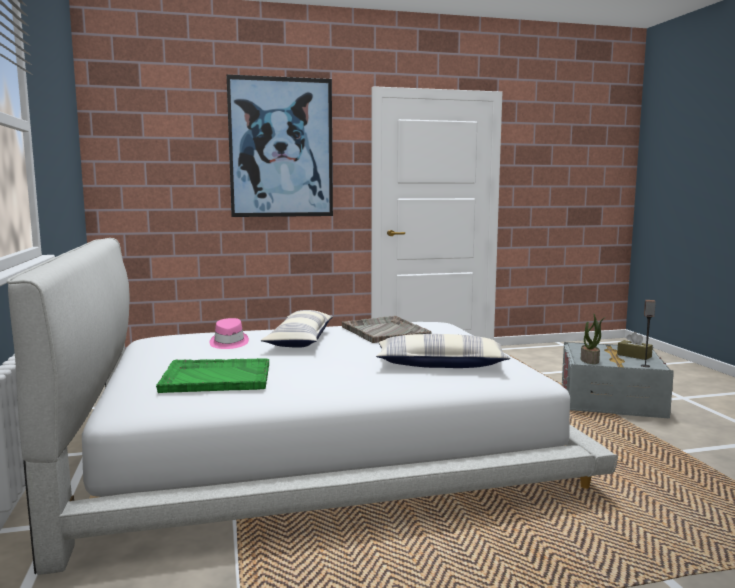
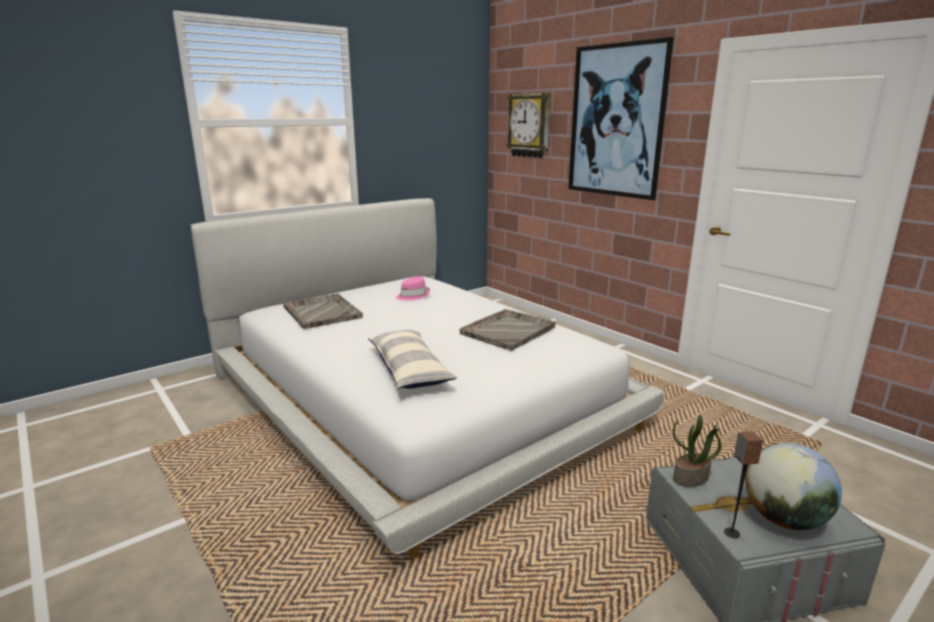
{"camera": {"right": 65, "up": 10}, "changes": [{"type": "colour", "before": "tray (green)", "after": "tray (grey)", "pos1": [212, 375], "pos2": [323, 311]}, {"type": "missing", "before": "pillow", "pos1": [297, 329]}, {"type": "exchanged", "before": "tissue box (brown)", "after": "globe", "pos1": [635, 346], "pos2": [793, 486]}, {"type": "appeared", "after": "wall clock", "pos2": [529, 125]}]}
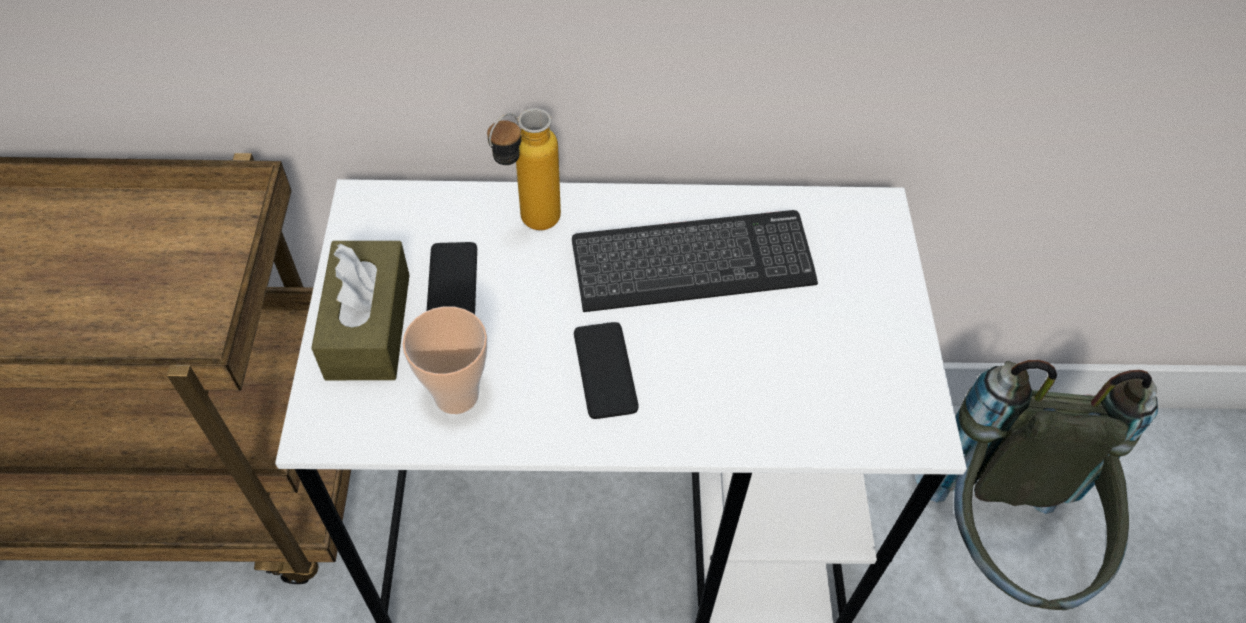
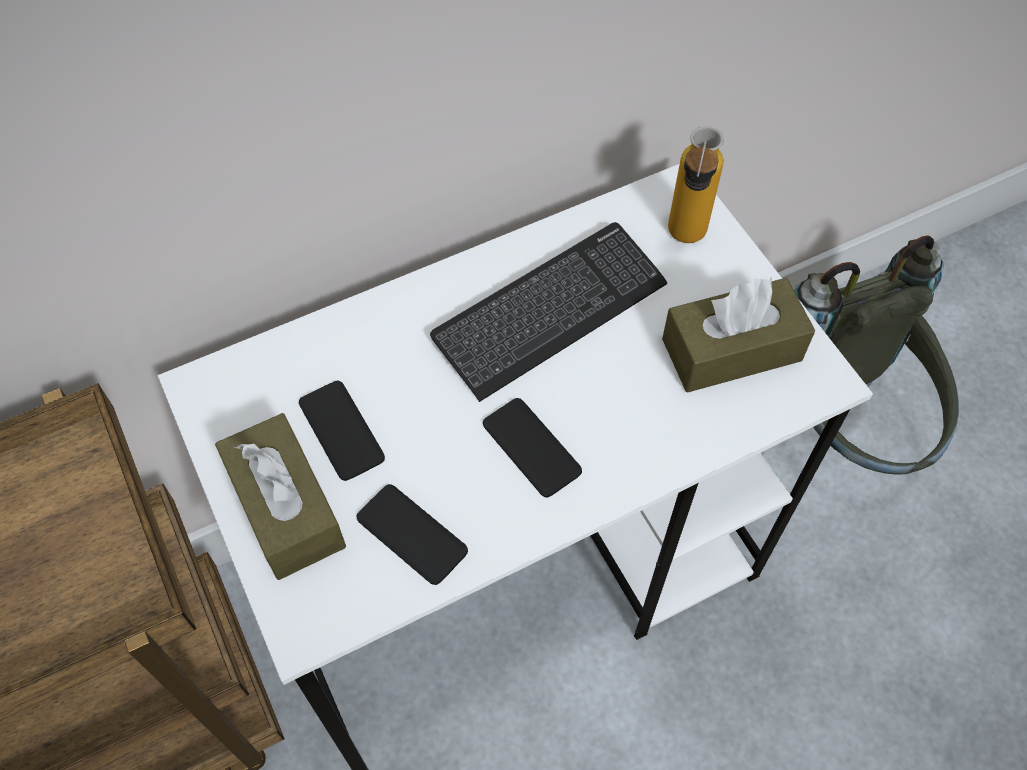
{"camera": {"right": -25, "up": 5}, "changes": [{"type": "exchanged", "before": "cup", "after": "phone", "pos1": [444, 360], "pos2": [412, 534]}, {"type": "relocated", "before": "bottle", "pos1": [524, 169], "pos2": [696, 184]}, {"type": "appeared", "after": "tissue box (brown)", "pos2": [738, 334]}]}
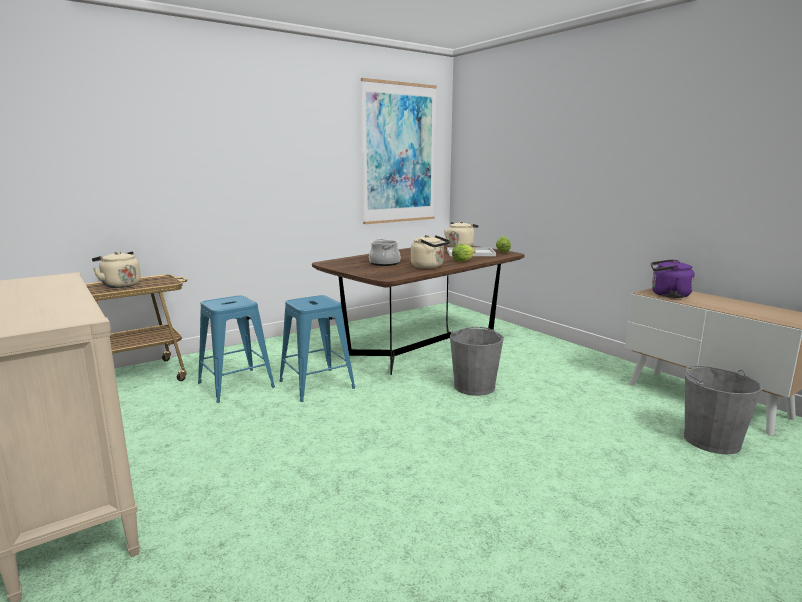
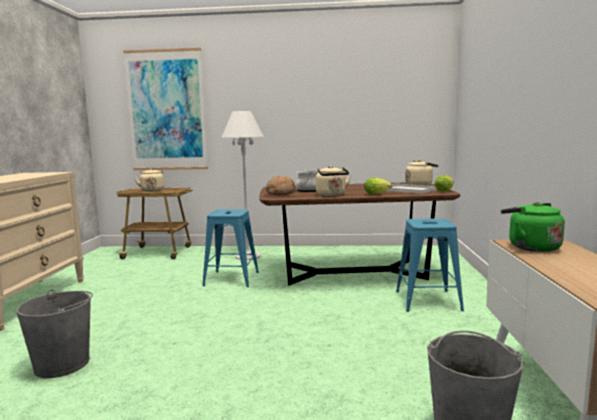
{"camera": {"right": 40, "up": -5}, "changes": [{"type": "relocated", "before": "stool (blue)", "pos1": [236, 349], "pos2": [430, 265]}, {"type": "relocated", "before": "picture", "pos1": [399, 151], "pos2": [165, 109]}, {"type": "relocated", "before": "bucket (grey)", "pos1": [477, 361], "pos2": [54, 334]}, {"type": "colour", "before": "kettle (purple)", "after": "kettle (green)", "pos1": [673, 278], "pos2": [533, 227]}, {"type": "appeared", "after": "floor lamp (white)", "pos2": [242, 185]}, {"type": "appeared", "after": "bread", "pos2": [280, 185]}]}
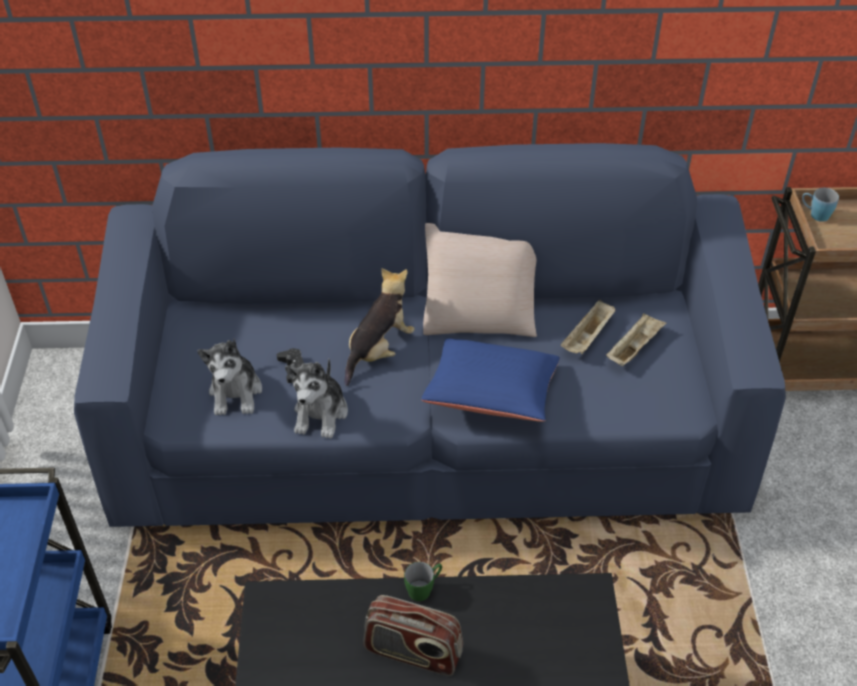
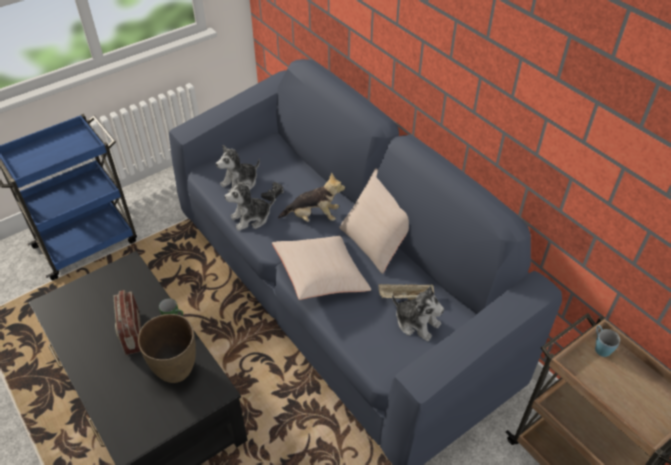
{"camera": {"right": 55, "up": 0}, "changes": [{"type": "colour", "before": "pillow (blue)", "after": "pillow (beige)", "pos1": [490, 380], "pos2": [321, 268]}, {"type": "exchanged", "before": "tray (beige)", "after": "plush toy", "pos1": [636, 339], "pos2": [418, 313]}, {"type": "appeared", "after": "vase (brown)", "pos2": [167, 348]}]}
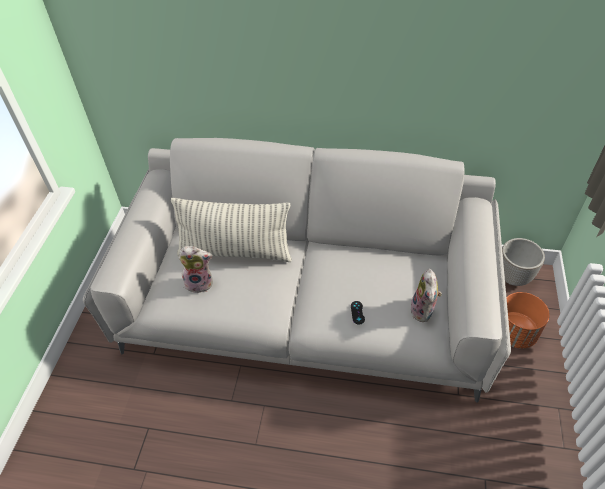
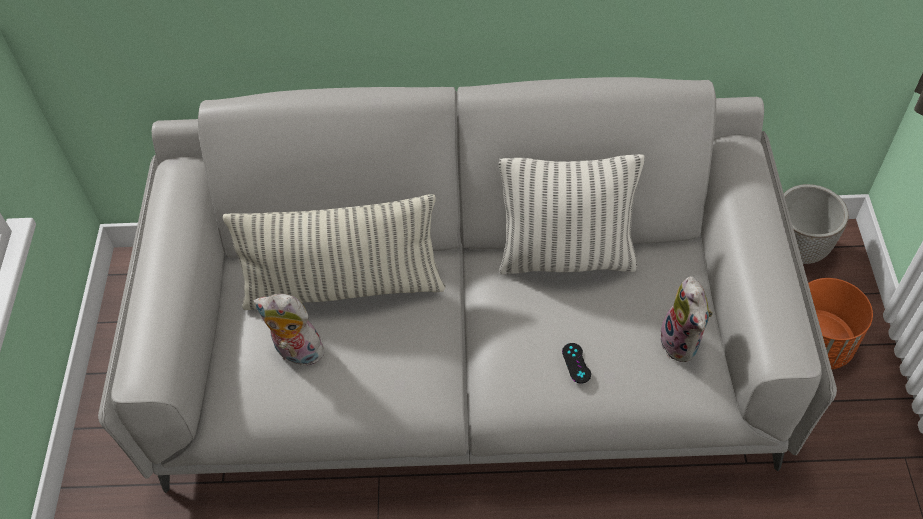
{"camera": {"right": -10, "up": 5}, "changes": [{"type": "spun", "before": "plush toy", "pos1": [195, 269], "pos2": [291, 330], "turn": -150}, {"type": "appeared", "after": "pillow", "pos2": [572, 214]}]}
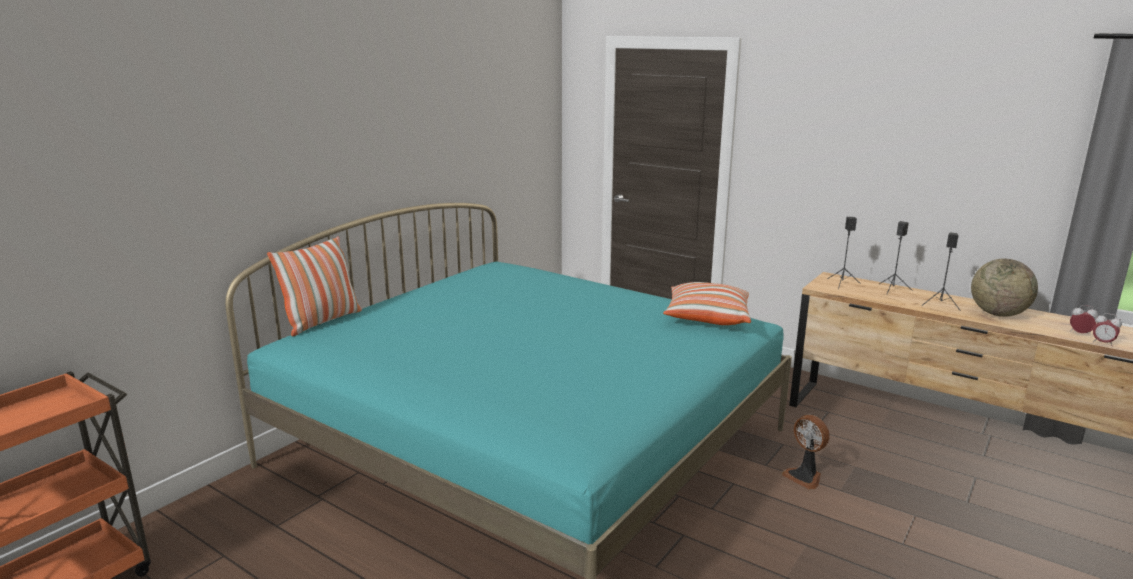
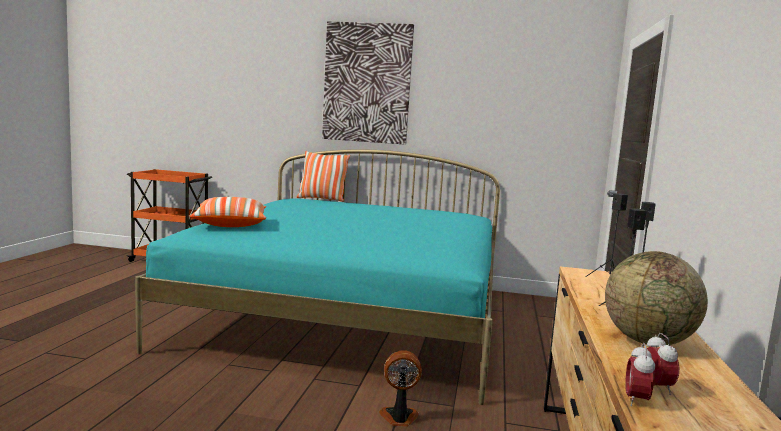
{"camera": {"right": 65, "up": -10}, "changes": [{"type": "relocated", "before": "pillow", "pos1": [707, 303], "pos2": [228, 212]}, {"type": "spun", "before": "fan", "pos1": [806, 452], "pos2": [400, 388], "turn": 60}, {"type": "appeared", "after": "picture", "pos2": [368, 83]}]}
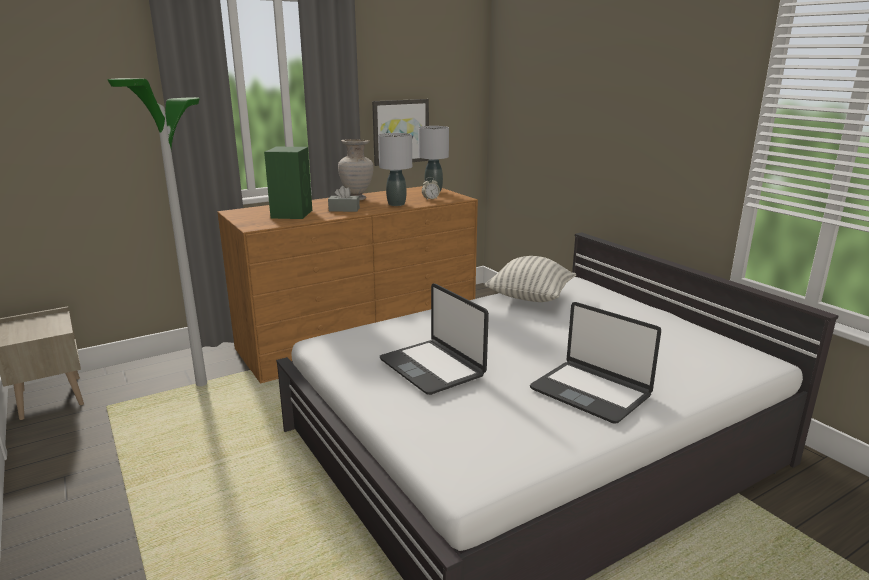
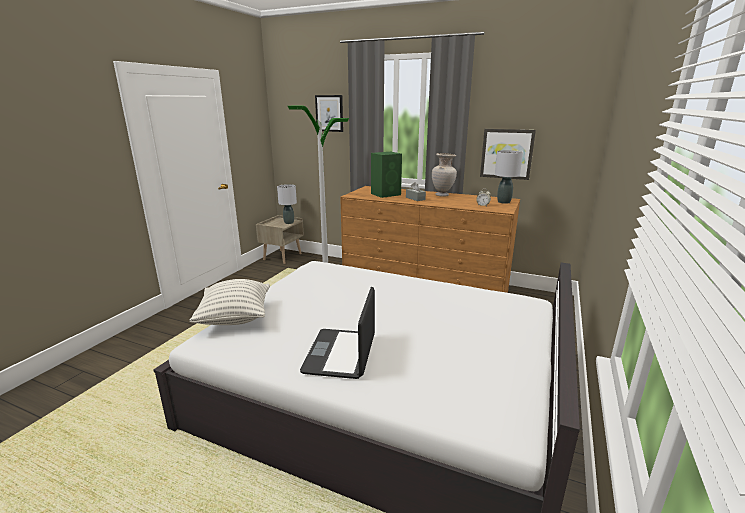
{"camera": {"right": 55, "up": 0}, "changes": [{"type": "relocated", "before": "table lamp (grey)", "pos1": [395, 169], "pos2": [287, 204]}, {"type": "missing", "before": "laptop", "pos1": [434, 339]}, {"type": "relocated", "before": "pillow", "pos1": [530, 279], "pos2": [229, 302]}, {"type": "appeared", "after": "picture", "pos2": [329, 113]}]}
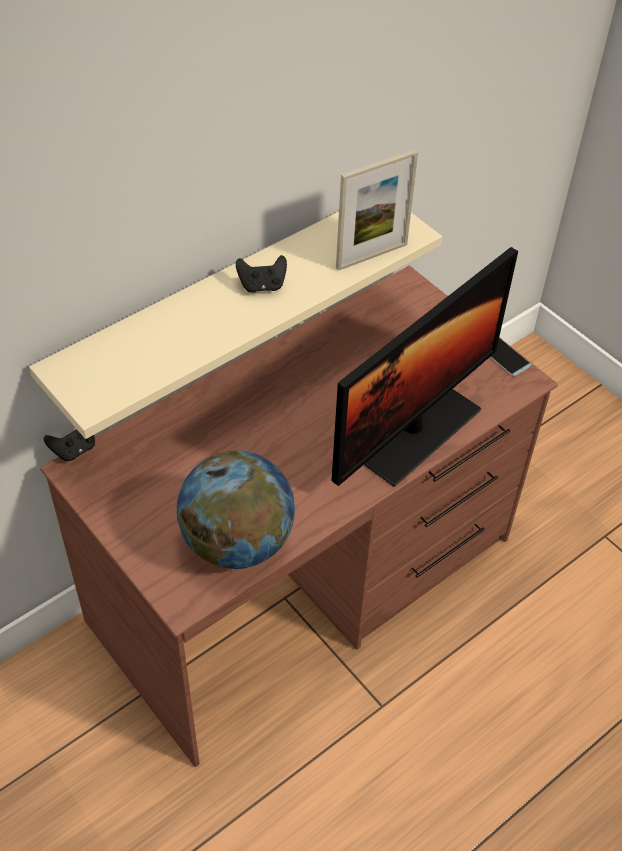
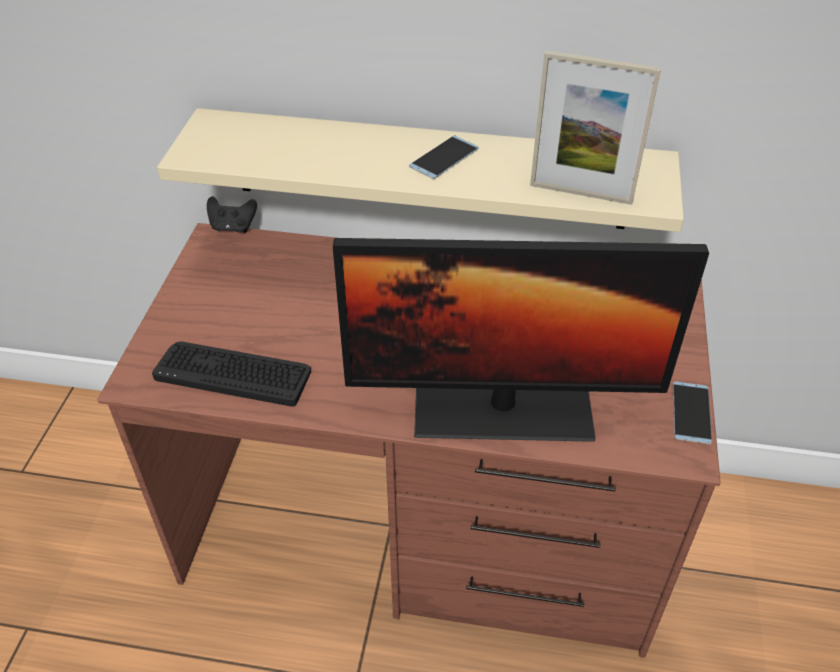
{"camera": {"right": 50, "up": -5}, "changes": [{"type": "exchanged", "before": "globe", "after": "keyboard", "pos1": [236, 509], "pos2": [231, 374]}, {"type": "exchanged", "before": "game controller (black)", "after": "phone", "pos1": [261, 274], "pos2": [444, 157]}]}
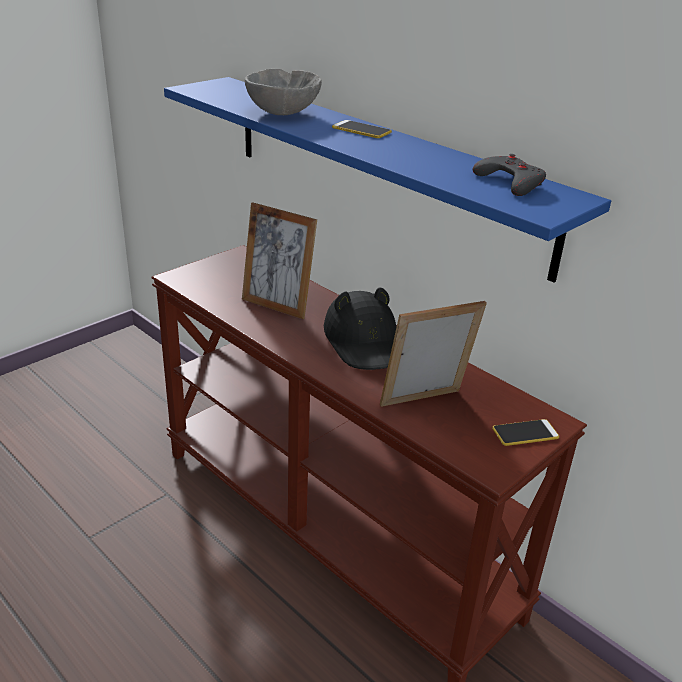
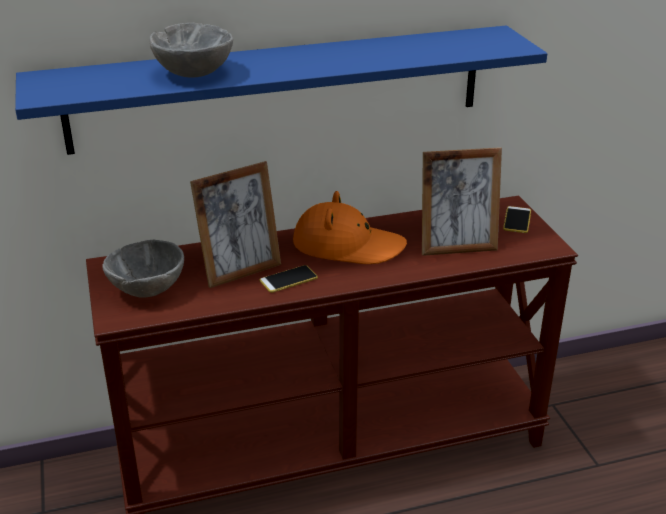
{"camera": {"right": -60, "up": 0}, "changes": [{"type": "colour", "before": "hat (black)", "after": "hat (orange)", "pos1": [360, 329], "pos2": [350, 227]}, {"type": "relocated", "before": "phone", "pos1": [362, 129], "pos2": [289, 279]}, {"type": "spun", "before": "picture frame", "pos1": [433, 354], "pos2": [462, 201], "turn": -105}, {"type": "missing", "before": "game controller (grey)", "pos1": [509, 175]}, {"type": "appeared", "after": "bowl (grey)", "pos2": [143, 268]}]}
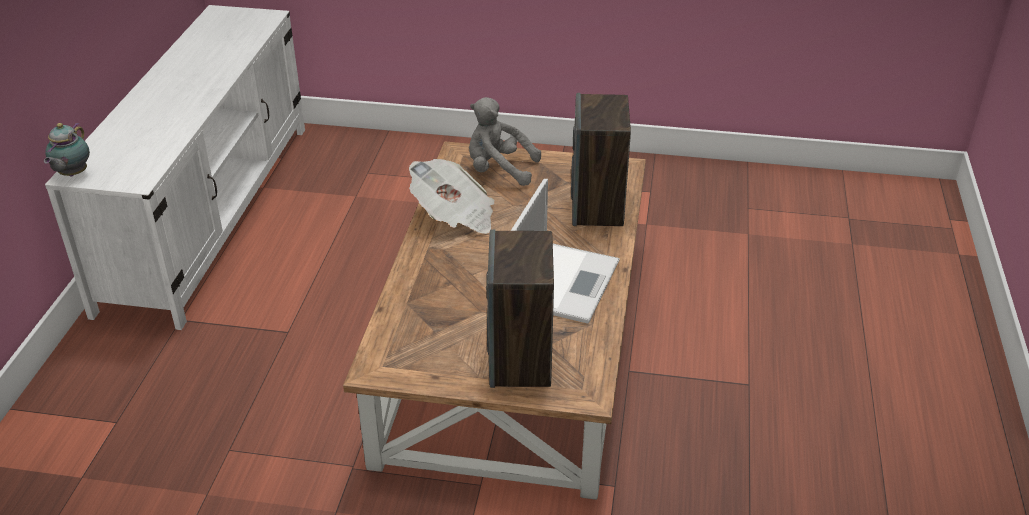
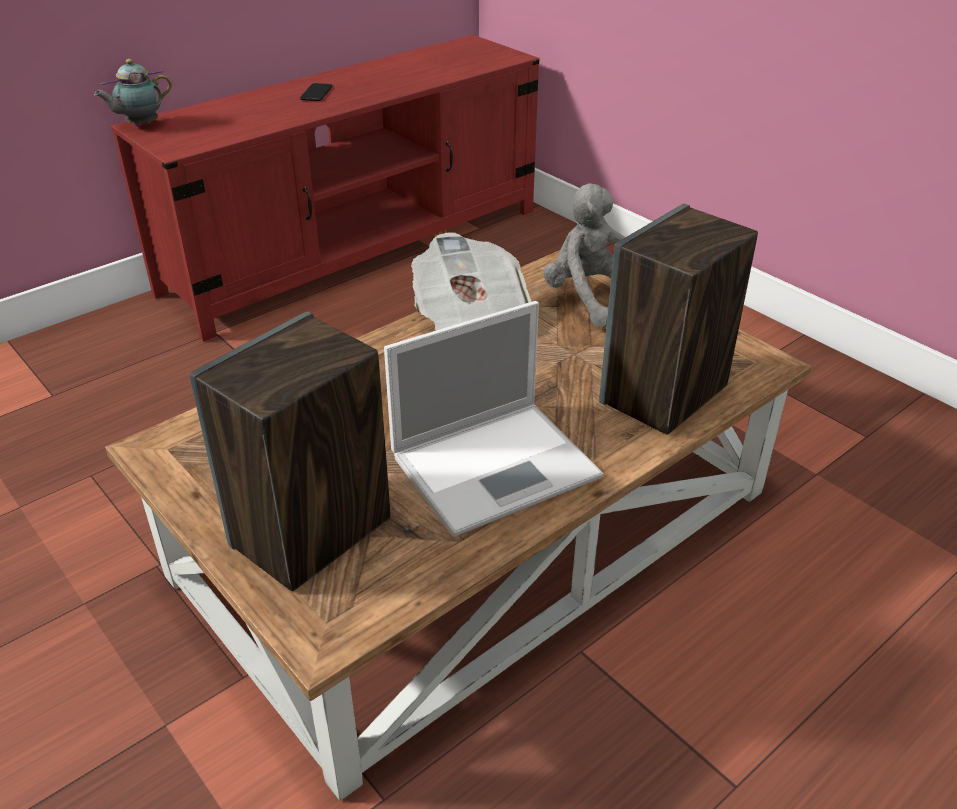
{"camera": {"right": 40, "up": 0}, "changes": [{"type": "colour", "before": "tv stand (white)", "after": "tv stand (red)", "pos1": [175, 167], "pos2": [325, 188]}, {"type": "appeared", "after": "phone", "pos2": [316, 92]}]}
